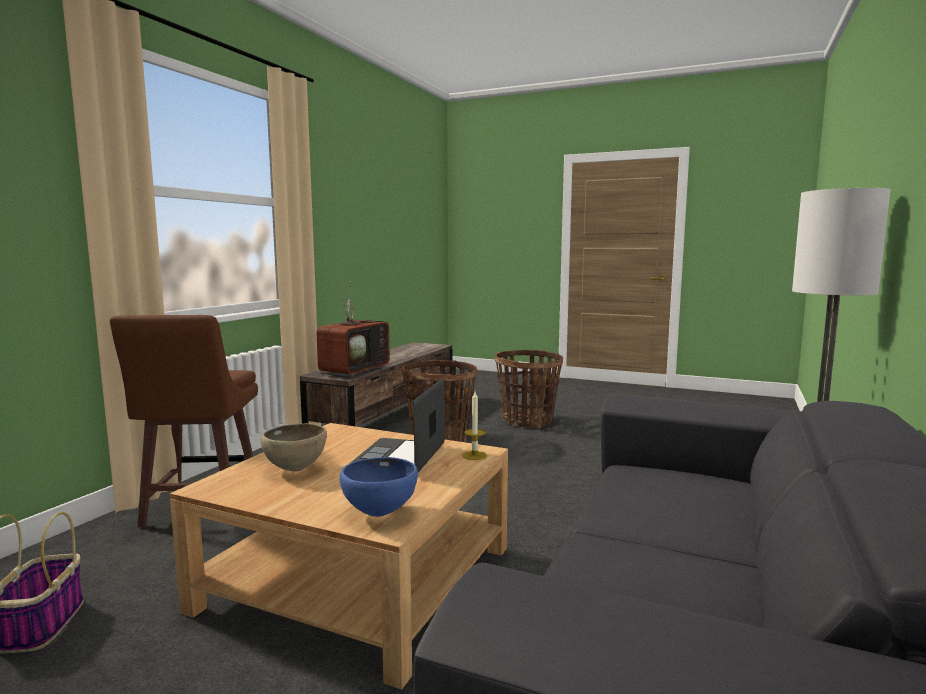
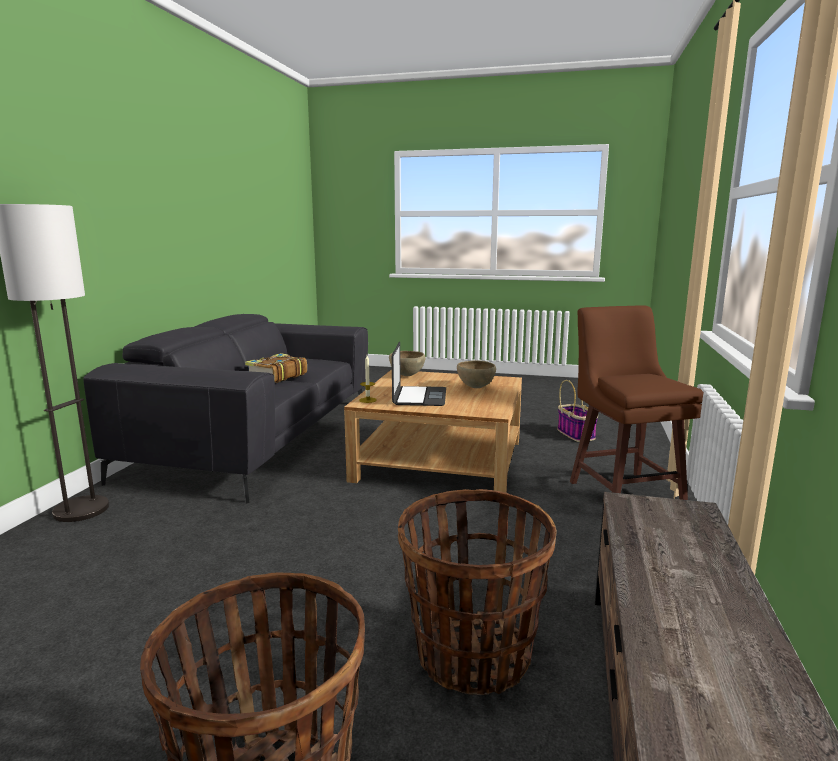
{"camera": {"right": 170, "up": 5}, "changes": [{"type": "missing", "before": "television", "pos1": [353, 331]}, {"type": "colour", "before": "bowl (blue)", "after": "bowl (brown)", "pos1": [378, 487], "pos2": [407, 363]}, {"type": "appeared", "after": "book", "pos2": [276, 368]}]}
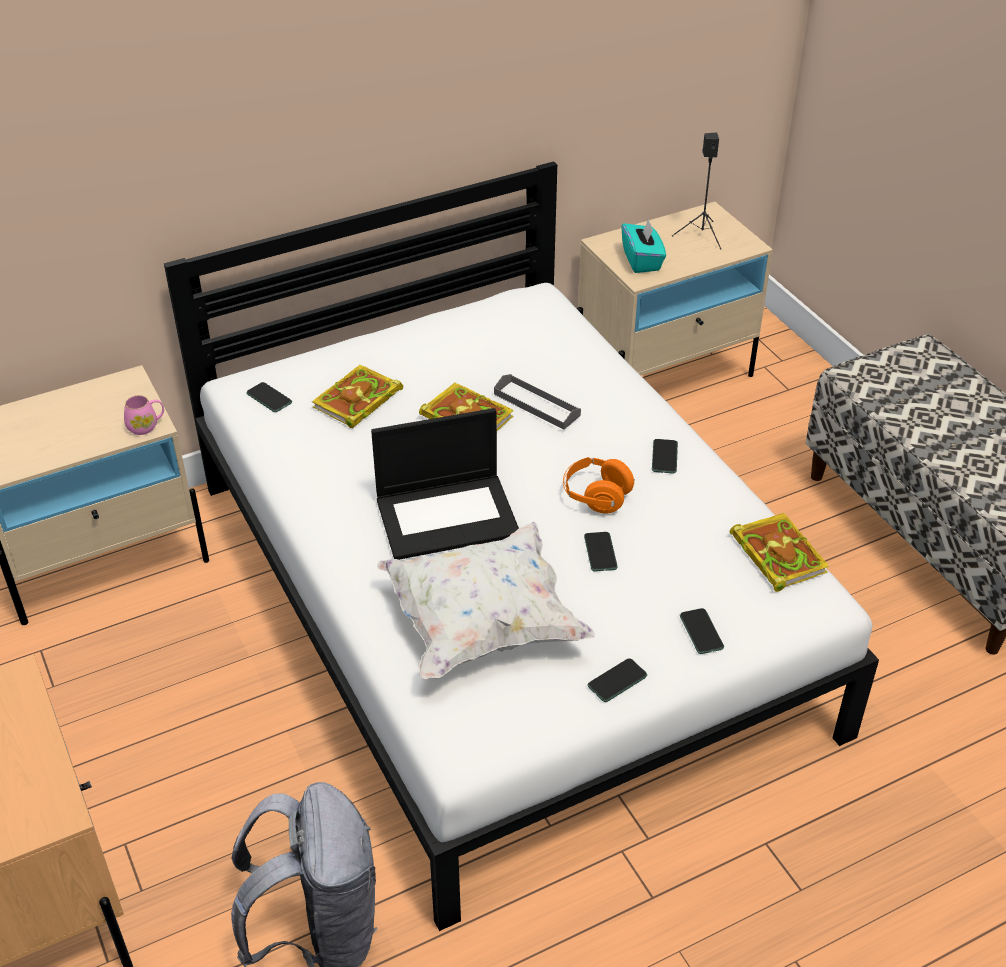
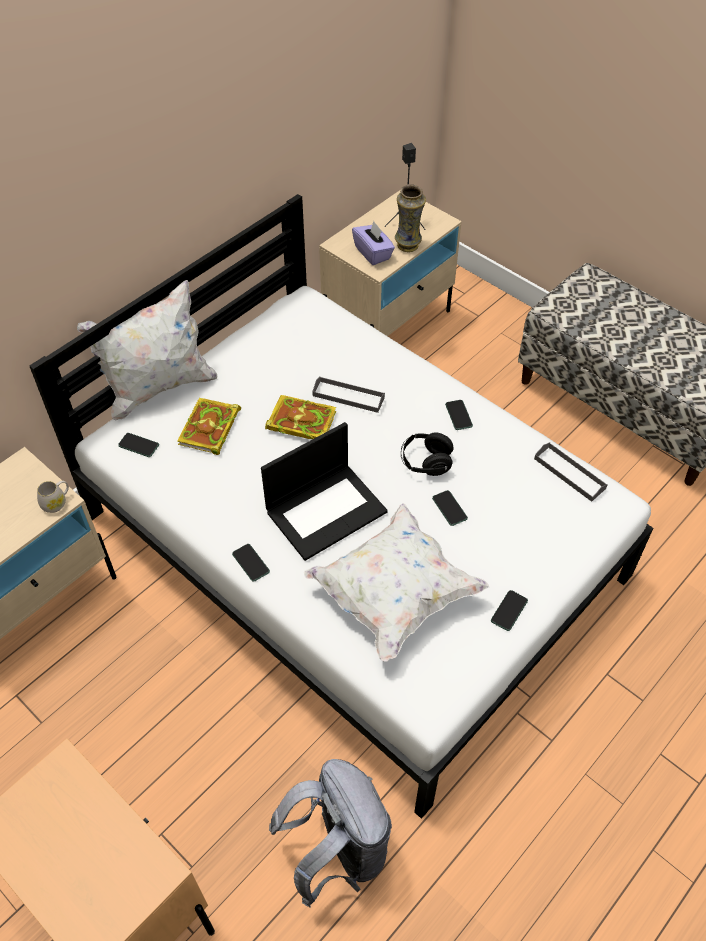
{"camera": {"right": -20, "up": 10}, "changes": [{"type": "colour", "before": "mug (pink)", "after": "mug (white)", "pos1": [144, 415], "pos2": [53, 497]}, {"type": "colour", "before": "headphones (orange)", "after": "headphones (black)", "pos1": [599, 485], "pos2": [427, 454]}, {"type": "colour", "before": "tissue box (turquoise)", "after": "tissue box (purple)", "pos1": [643, 246], "pos2": [373, 243]}, {"type": "relocated", "before": "phone", "pos1": [702, 631], "pos2": [251, 563]}, {"type": "exchanged", "before": "book", "after": "tray (grey)", "pos1": [779, 552], "pos2": [571, 472]}, {"type": "appeared", "after": "pillow (white)", "pos2": [147, 350]}, {"type": "appeared", "after": "vase", "pos2": [410, 218]}]}
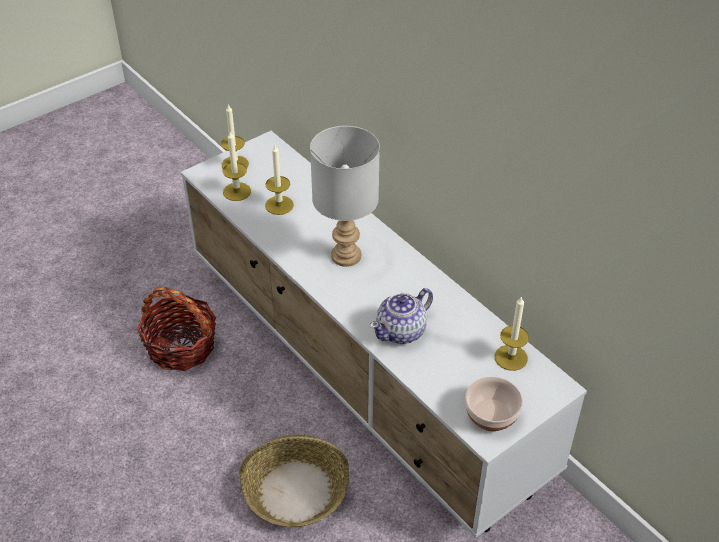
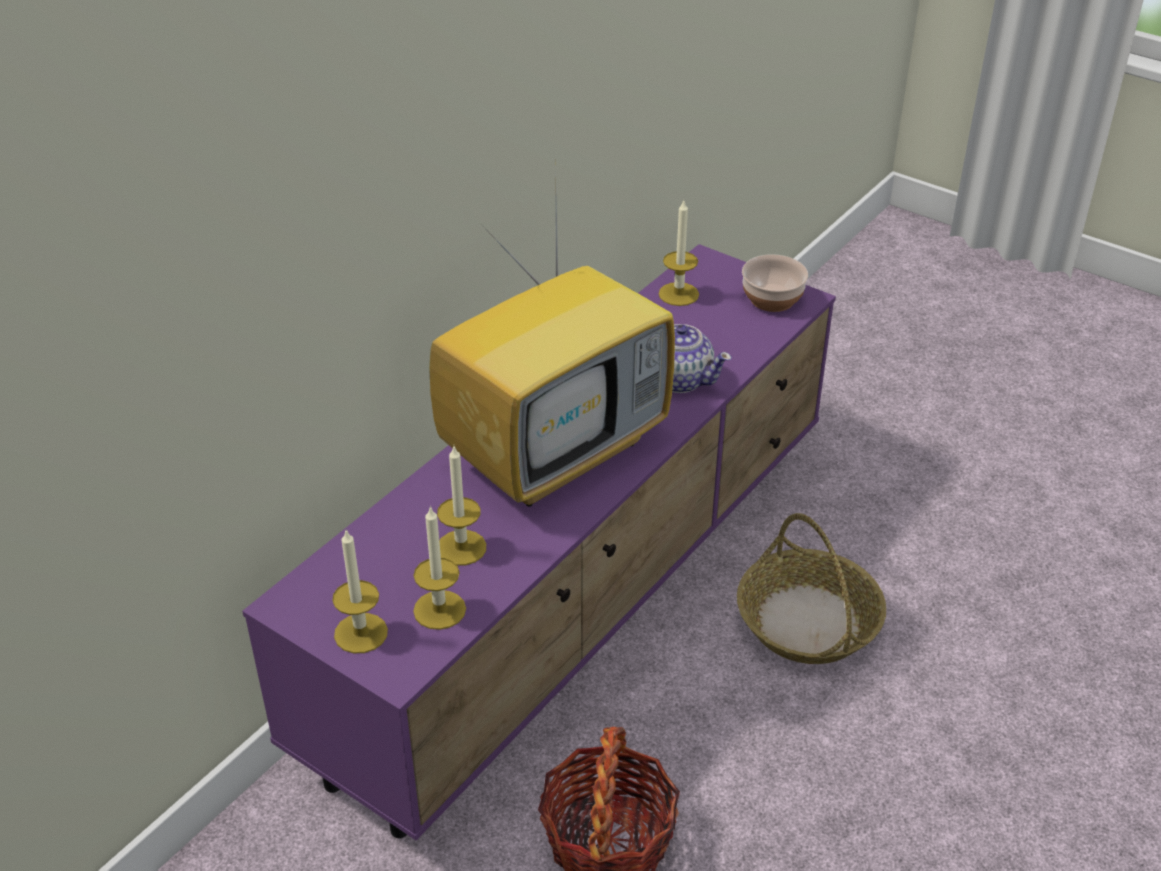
{"camera": {"right": -105, "up": -5}, "changes": [{"type": "colour", "before": "tv stand (white)", "after": "tv stand (purple)", "pos1": [384, 334], "pos2": [539, 542]}, {"type": "exchanged", "before": "table lamp (grey)", "after": "television", "pos1": [345, 196], "pos2": [552, 352]}]}
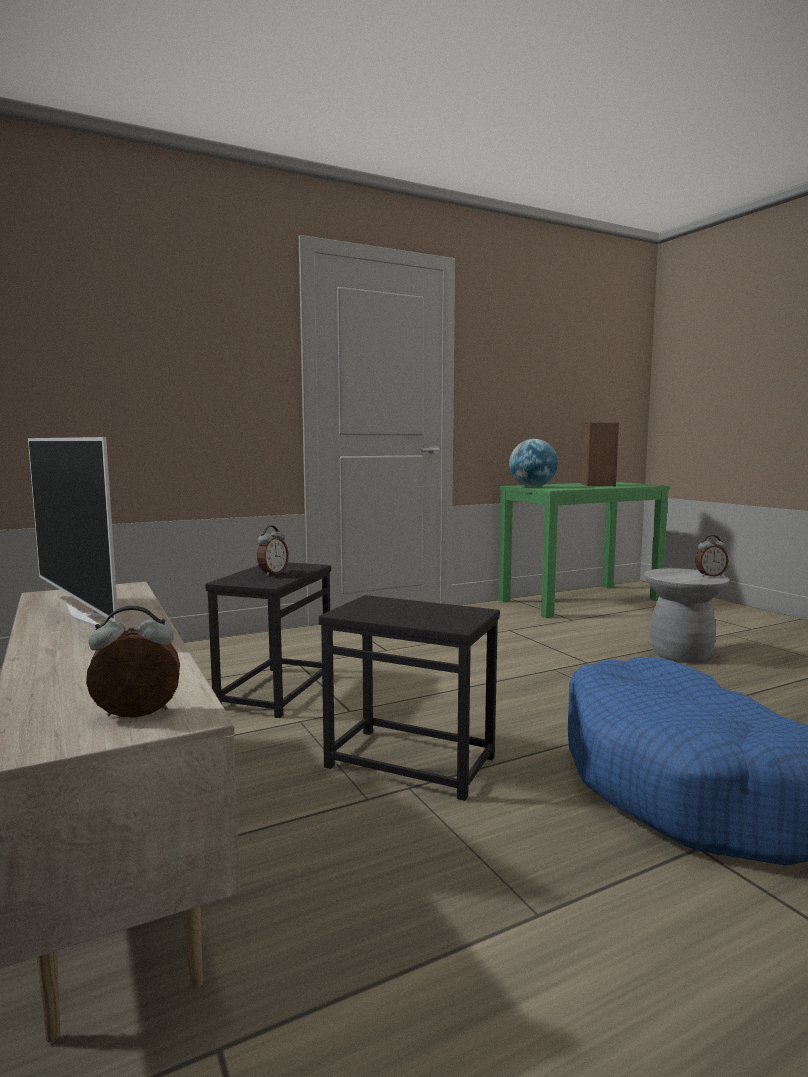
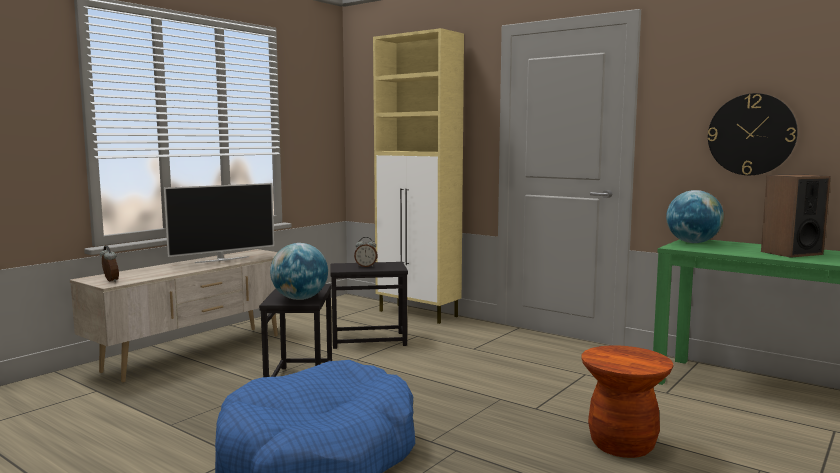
{"camera": {"right": 65, "up": 0}, "changes": [{"type": "spun", "before": "television", "pos1": [73, 532], "pos2": [219, 223], "turn": -150}, {"type": "colour", "before": "stool (grey)", "after": "stool (brown)", "pos1": [686, 615], "pos2": [628, 401]}, {"type": "missing", "before": "alarm clock", "pos1": [712, 556]}, {"type": "appeared", "after": "globe", "pos2": [299, 271]}, {"type": "appeared", "after": "cabinet (beige)", "pos2": [418, 176]}, {"type": "appeared", "after": "wall clock", "pos2": [753, 134]}]}
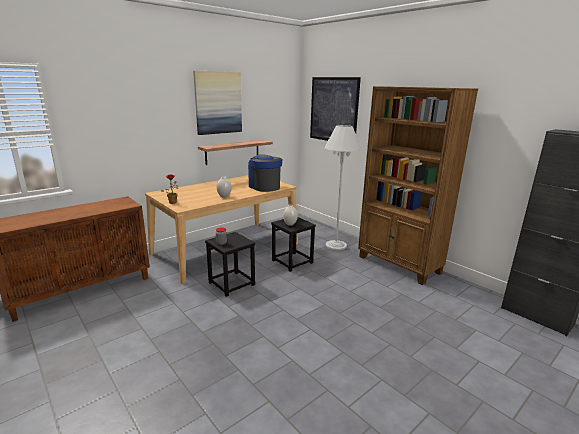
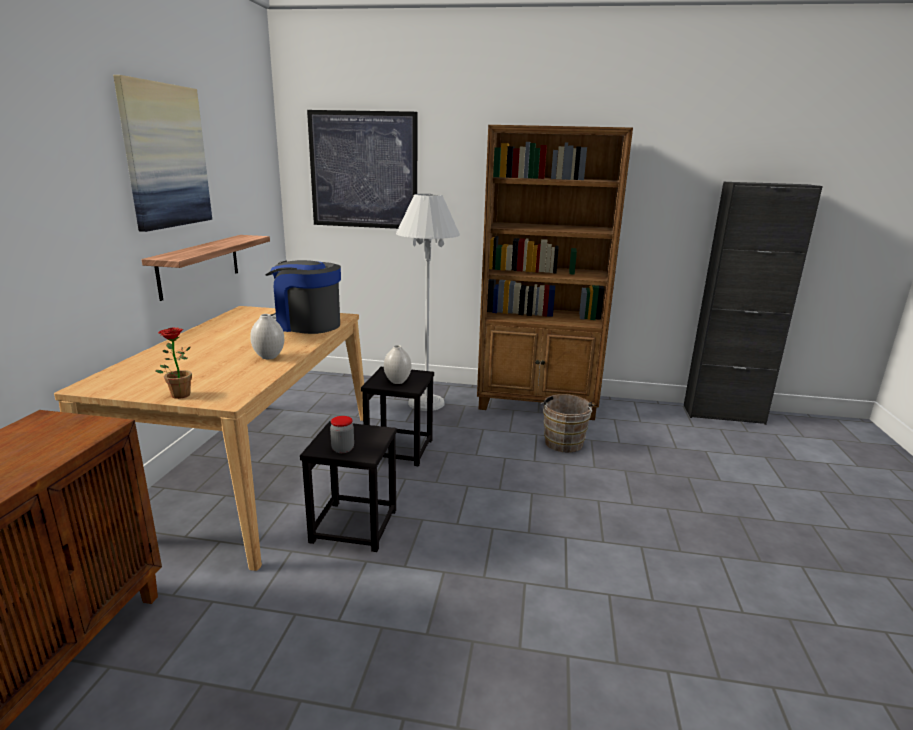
{"camera": {"right": -40, "up": 0}, "changes": [{"type": "appeared", "after": "bucket (brown)", "pos2": [568, 423]}]}
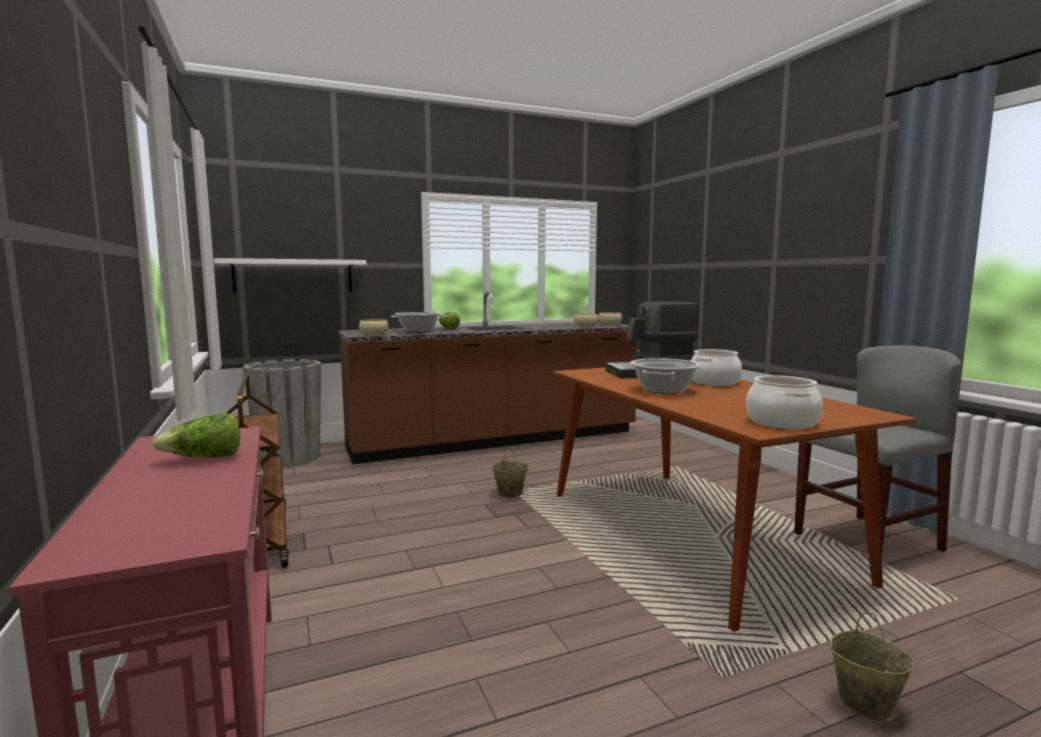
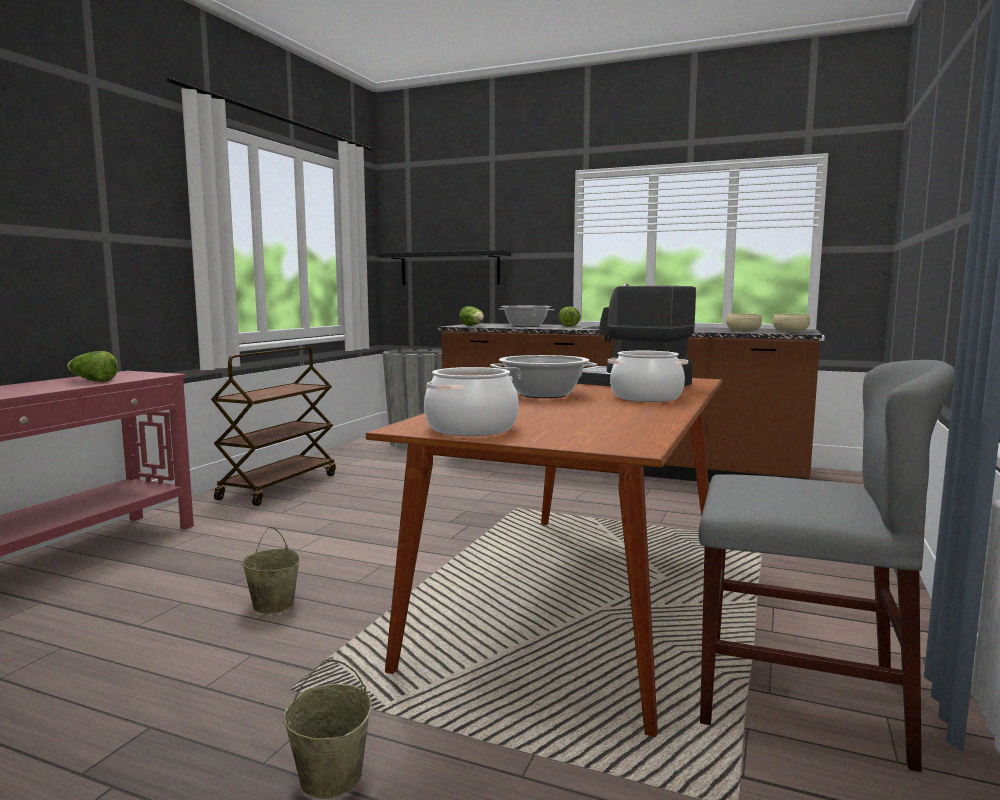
{"camera": {"right": 45, "up": 0}, "changes": [{"type": "colour", "before": "shelf (white)", "after": "shelf (black)", "pos1": [290, 275], "pos2": [444, 267]}, {"type": "exchanged", "before": "bowl (beige)", "after": "lettuce", "pos1": [373, 327], "pos2": [471, 316]}, {"type": "relocated", "before": "bucket (beige)", "pos1": [510, 472], "pos2": [271, 570]}]}
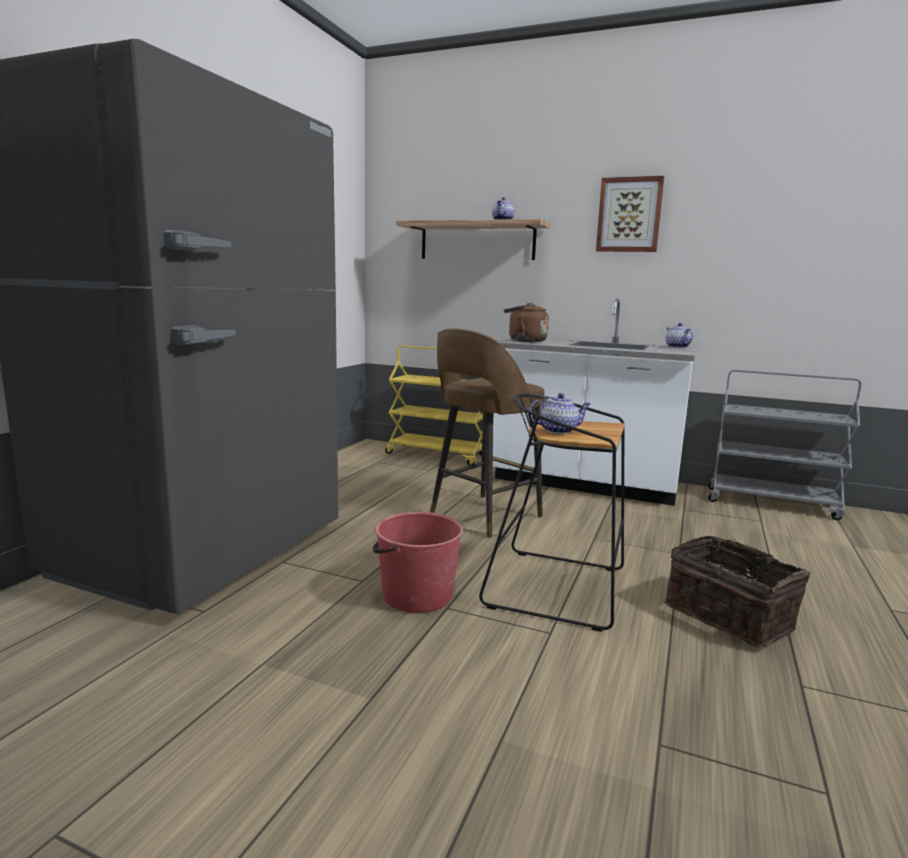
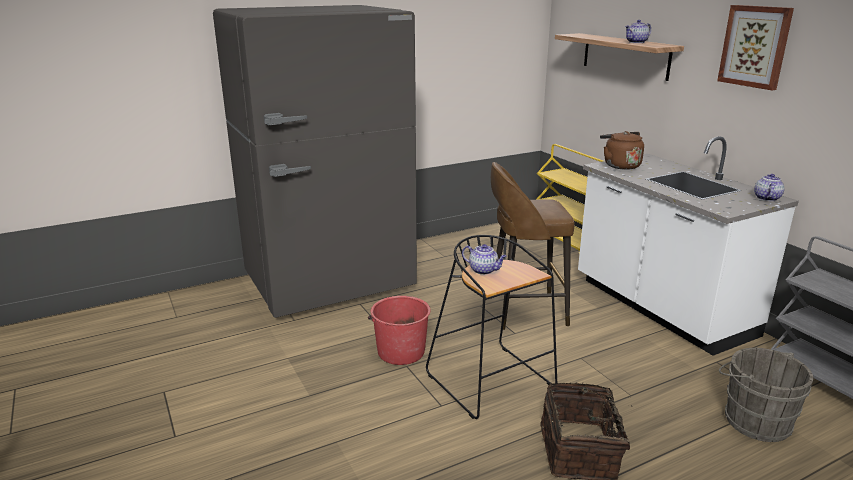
{"camera": {"right": 40, "up": 10}, "changes": [{"type": "appeared", "after": "bucket (grey)", "pos2": [766, 395]}]}
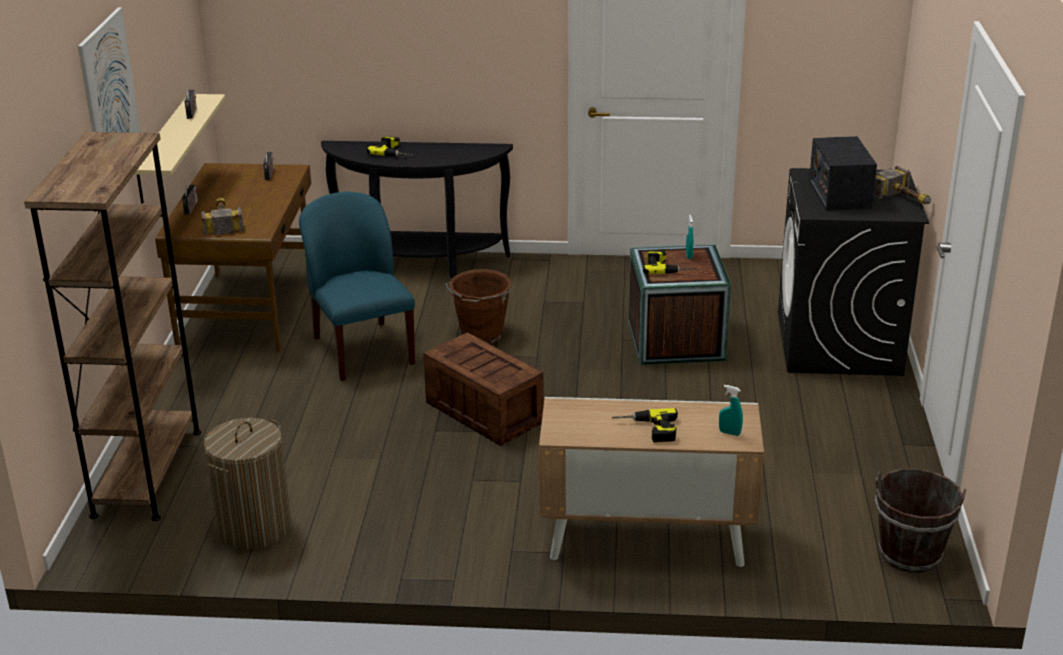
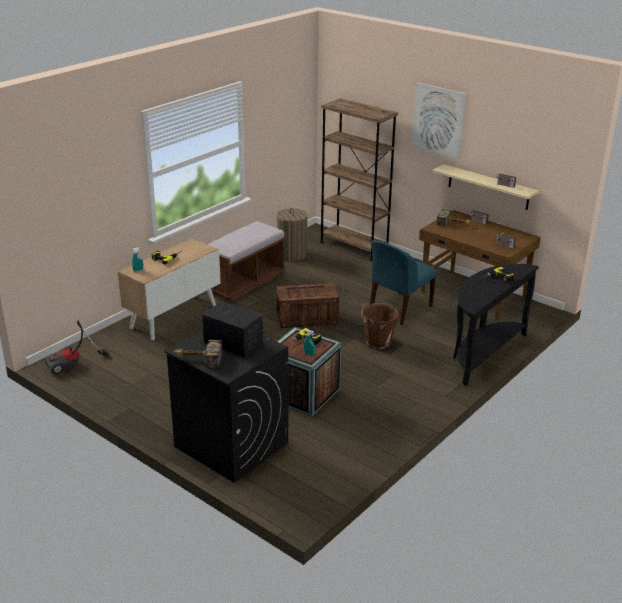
{"camera": {"right": 125, "up": 0}, "changes": [{"type": "spun", "before": "chair (blue)", "pos1": [357, 286], "pos2": [403, 283], "turn": 120}, {"type": "exchanged", "before": "bucket (brown)", "after": "vacuum cleaner", "pos1": [921, 520], "pos2": [79, 347]}, {"type": "appeared", "after": "bench (brown)", "pos2": [246, 261]}]}
